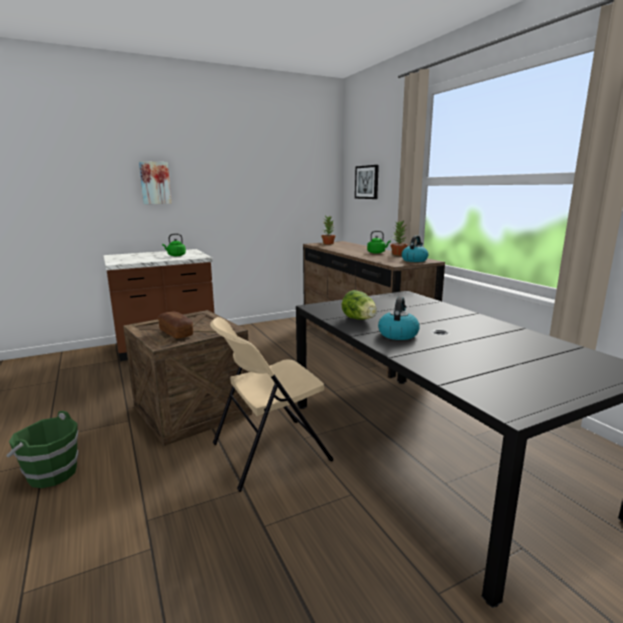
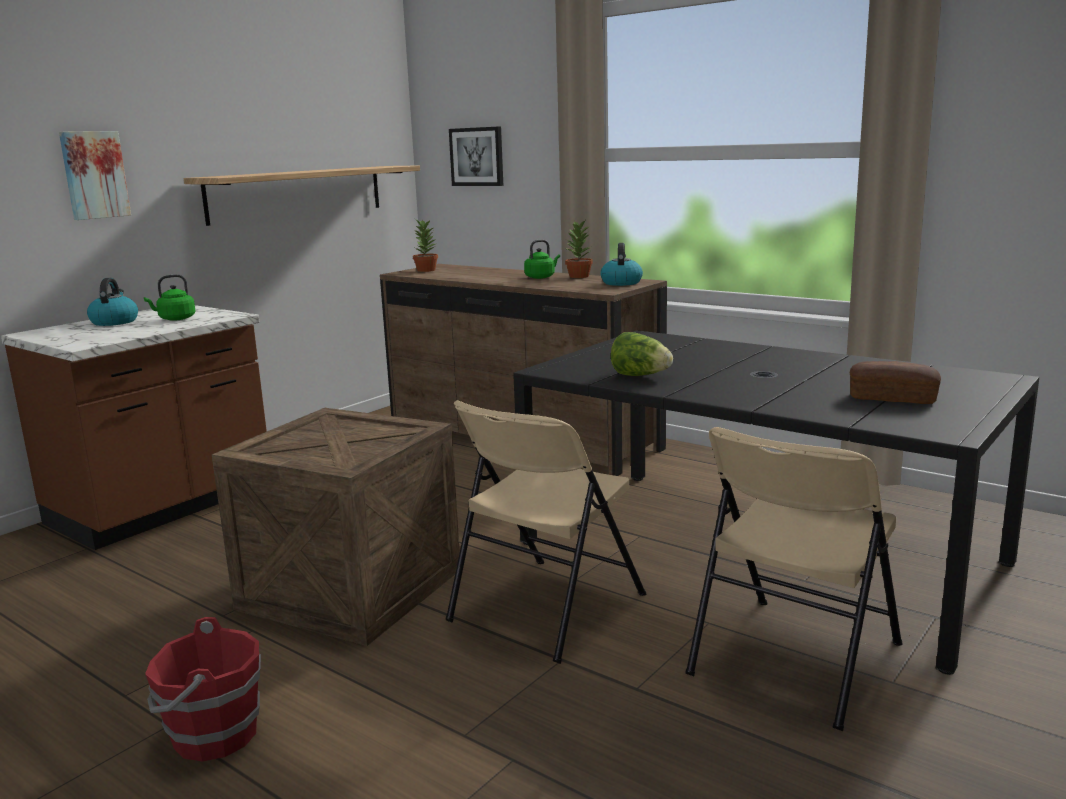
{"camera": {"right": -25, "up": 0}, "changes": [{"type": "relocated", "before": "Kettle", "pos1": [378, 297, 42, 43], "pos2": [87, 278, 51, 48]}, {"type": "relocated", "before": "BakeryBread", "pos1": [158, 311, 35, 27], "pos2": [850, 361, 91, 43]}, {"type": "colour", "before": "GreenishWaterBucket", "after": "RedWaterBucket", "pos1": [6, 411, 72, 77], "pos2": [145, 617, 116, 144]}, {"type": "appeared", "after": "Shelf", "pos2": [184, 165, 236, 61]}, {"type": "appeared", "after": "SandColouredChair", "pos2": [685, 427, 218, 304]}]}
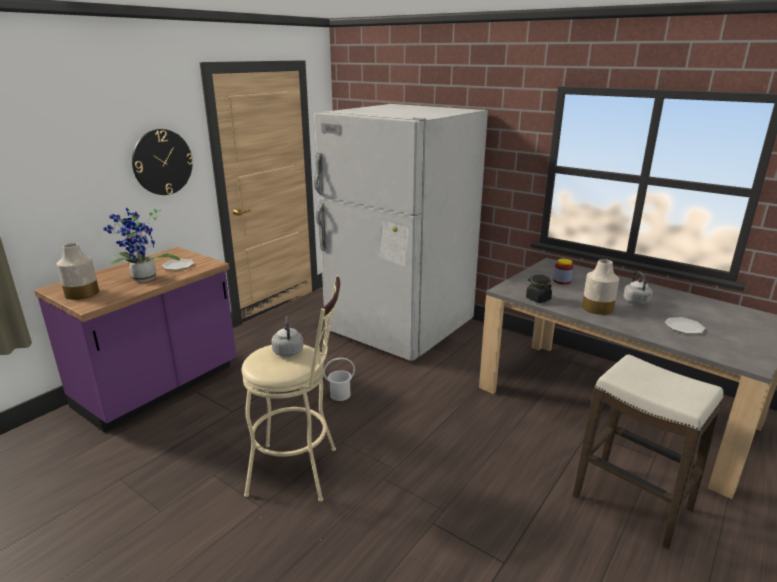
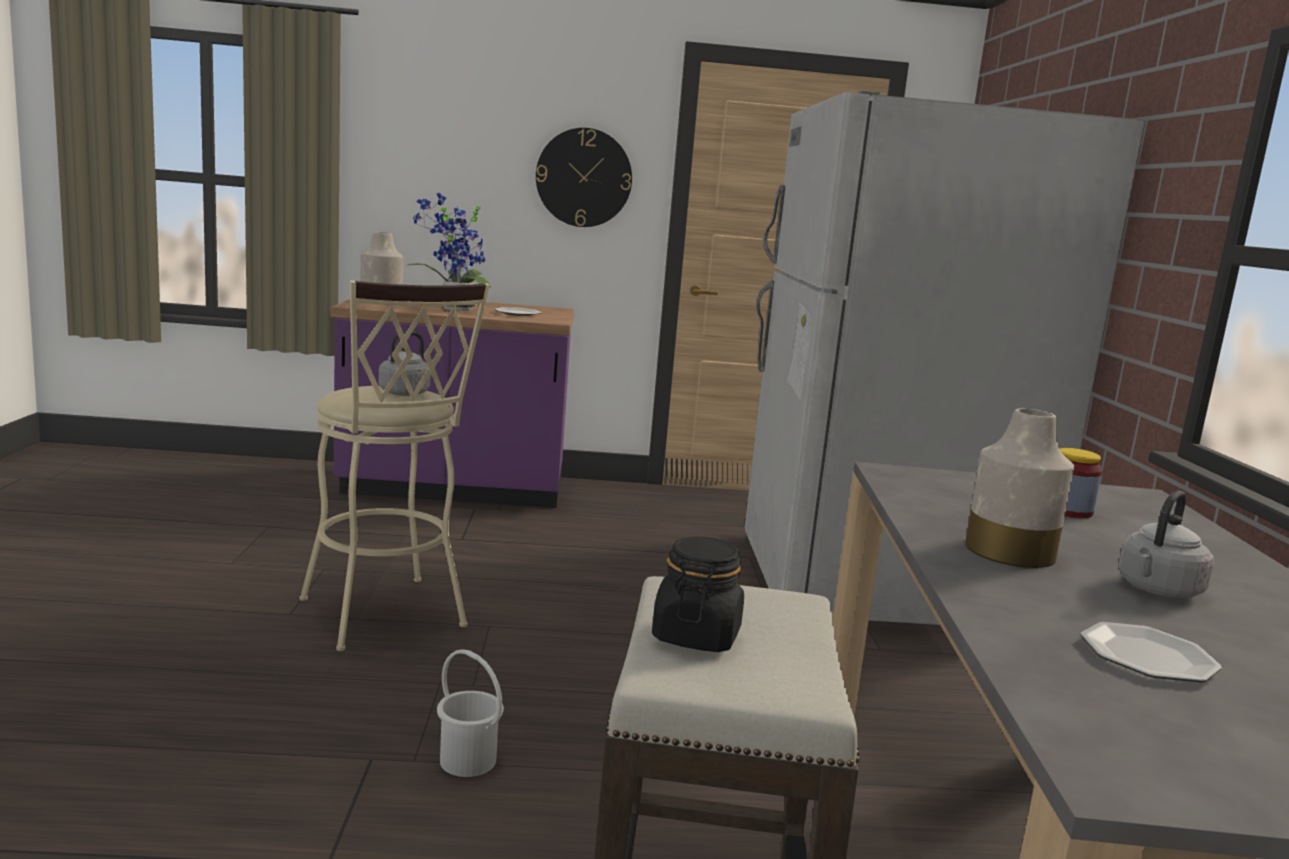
{"camera": {"right": 50, "up": -10}, "changes": [{"type": "relocated", "before": "BlackPreserveJar", "pos1": [526, 275, 26, 28], "pos2": [652, 536, 92, 116]}, {"type": "relocated", "before": "WhitishWaterBucket", "pos1": [324, 358, 31, 43], "pos2": [437, 649, 67, 128]}]}
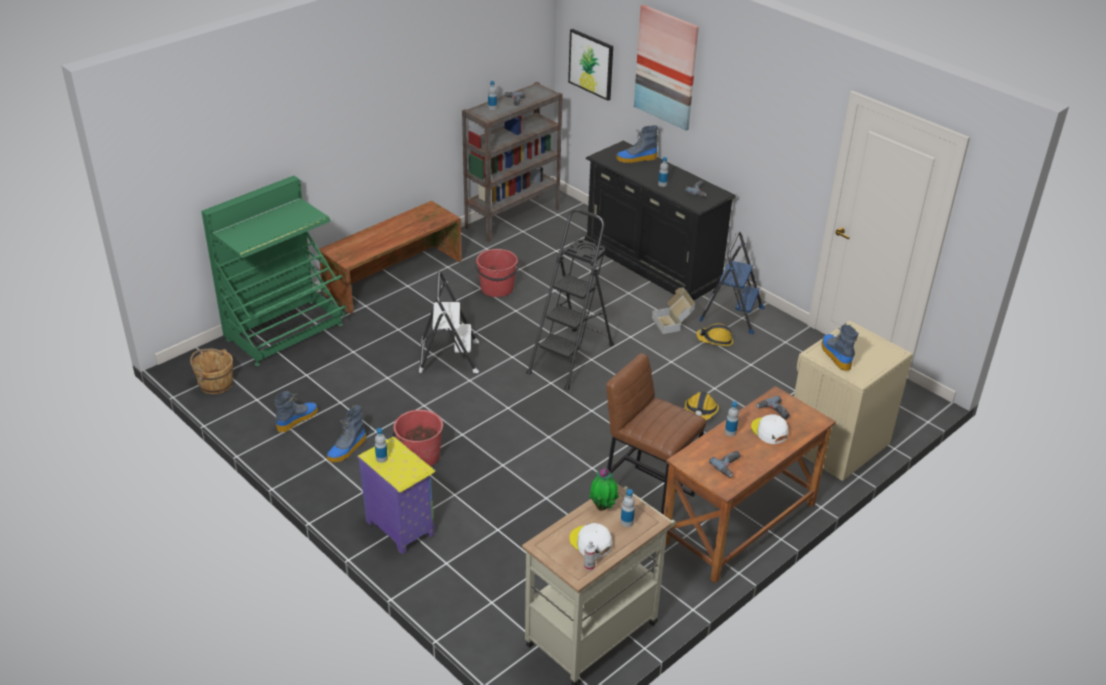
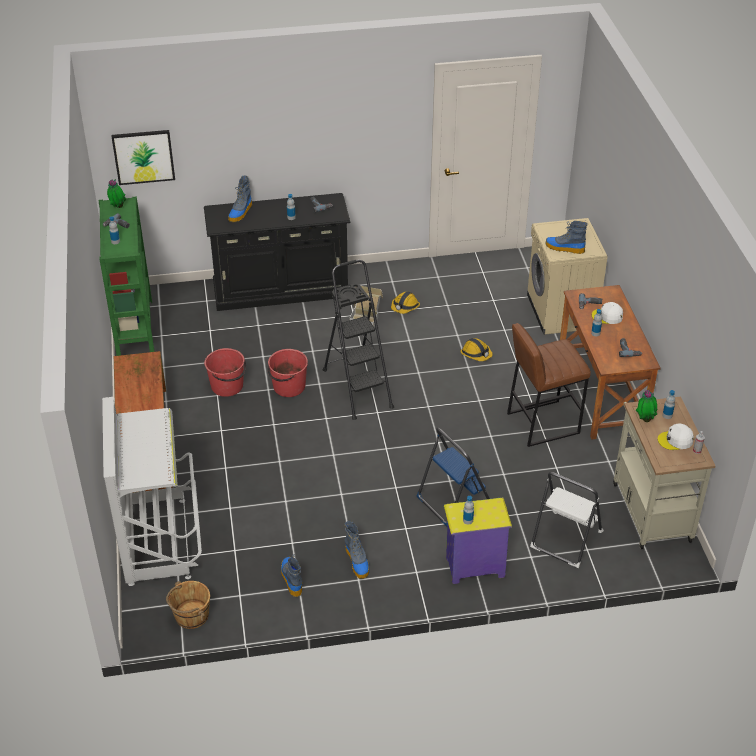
{"camera": {"right": -55, "up": 5}, "changes": [{"type": "missing", "before": "Picture", "pos1": [634, 5, 65, 126]}, {"type": "colour", "before": "GreyishBookcase", "after": "GreenishBookcase", "pos1": [462, 82, 101, 160], "pos2": [99, 196, 56, 160]}, {"type": "colour", "before": "GreenishShoeRack", "after": "WhitishShoeRack", "pos1": [201, 176, 145, 190], "pos2": [102, 397, 100, 189]}, {"type": "relocated", "before": "BlueColouredStepladder", "pos1": [699, 232, 66, 102], "pos2": [417, 428, 73, 98]}, {"type": "relocated", "before": "WhitishStepladder", "pos1": [419, 271, 60, 102], "pos2": [530, 472, 74, 96]}, {"type": "relocated", "before": "RedWaterBucket", "pos1": [392, 410, 51, 56], "pos2": [268, 349, 40, 48]}, {"type": "appeared", "after": "PottedPlant", "pos2": [107, 179, 19, 29]}]}
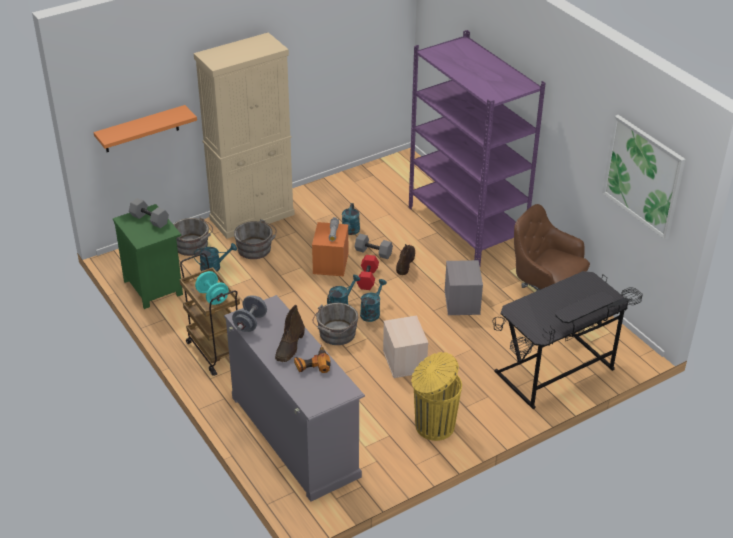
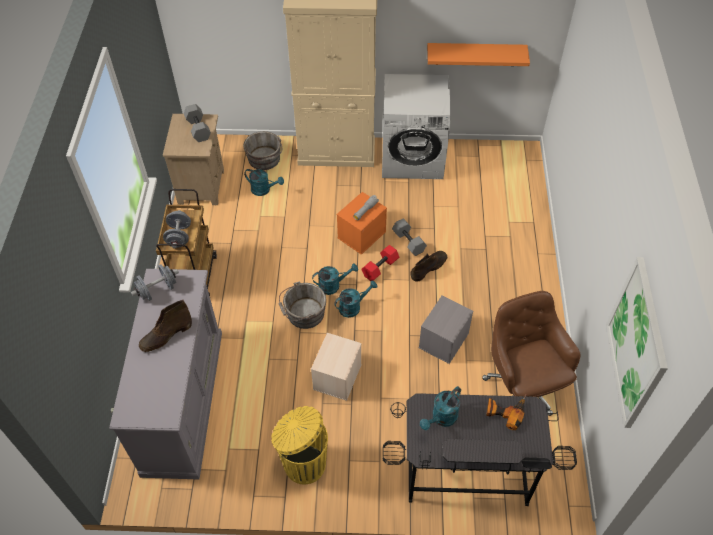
{"camera": {"right": 35, "up": 15}, "changes": [{"type": "missing", "before": "PurplishBookcase", "pos1": [409, 30, 137, 235]}, {"type": "relocated", "before": "OrangeColouredShelf", "pos1": [93, 105, 104, 47], "pos2": [427, 43, 103, 23]}, {"type": "relocated", "before": "TurquoiseWateringCan", "pos1": [342, 203, 18, 32], "pos2": [420, 386, 41, 44]}, {"type": "colour", "before": "GreenishNightstand", "after": "SandColouredNightstand", "pos1": [113, 204, 70, 105], "pos2": [163, 114, 61, 91]}, {"type": "missing", "before": "GreyishWaterBucket", "pos1": [234, 219, 43, 40]}, {"type": "colour", "before": "TurquoiseDumbbell", "after": "GreyishDumbbell", "pos1": [195, 271, 34, 34], "pos2": [163, 210, 28, 39]}, {"type": "relocated", "before": "ElectricDrill", "pos1": [294, 343, 37, 30], "pos2": [486, 394, 40, 36]}, {"type": "appeared", "after": "WhitishLaundryMachine", "pos2": [382, 74, 69, 105]}]}
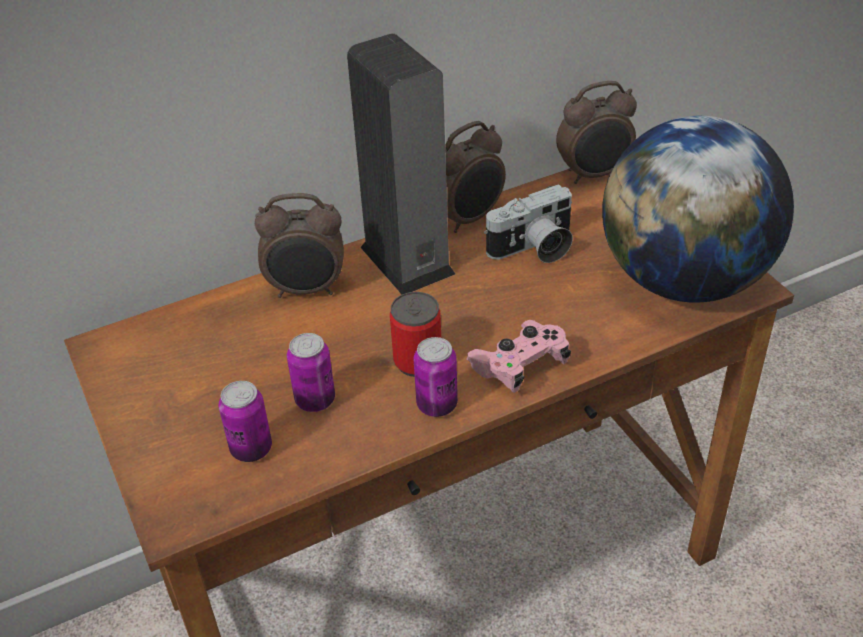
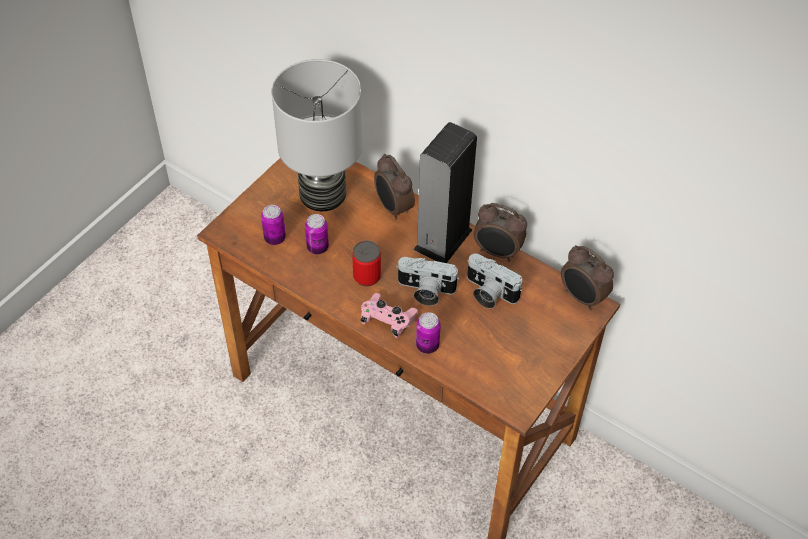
{"camera": {"right": 60, "up": 10}, "changes": [{"type": "missing", "before": "WorldGlobe", "pos1": [602, 116, 192, 187]}, {"type": "relocated", "before": "Can", "pos1": [413, 337, 45, 80], "pos2": [416, 312, 25, 42]}, {"type": "appeared", "after": "GreyishTabletopLamp", "pos2": [271, 59, 92, 152]}, {"type": "appeared", "after": "PhotoCamera", "pos2": [396, 257, 64, 49]}]}
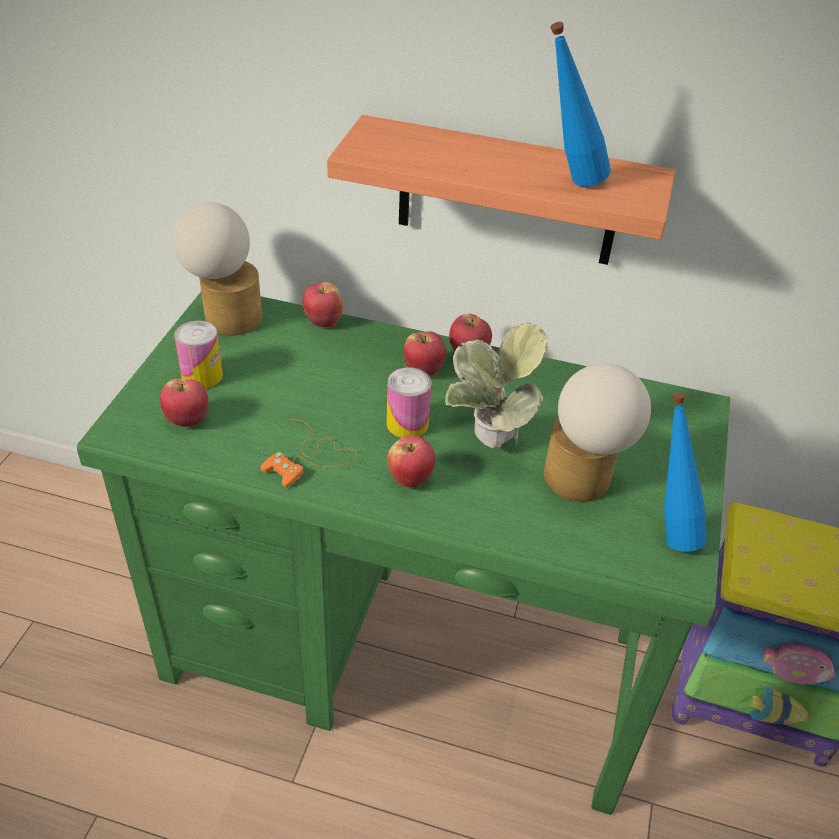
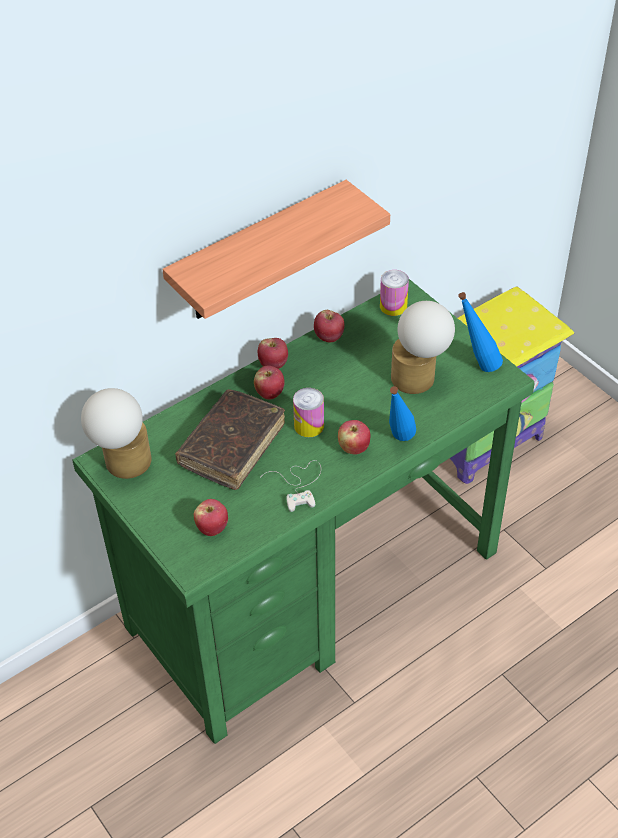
{"camera": {"right": -50, "up": 5}, "changes": [{"type": "relocated", "before": "BlueColouredDrinkBottle", "pos1": [550, 22, 61, 165], "pos2": [389, 386, 27, 55]}, {"type": "relocated", "before": "WholeApple", "pos1": [303, 282, 40, 46], "pos2": [314, 310, 31, 33]}, {"type": "relocated", "before": "Can", "pos1": [174, 321, 49, 68], "pos2": [380, 270, 29, 46]}, {"type": "missing", "before": "PottedPlant", "pos1": [445, 323, 103, 125]}, {"type": "colour", "before": "OrangeColouredGamepad", "after": "WhitishGamepad", "pos1": [260, 419, 97, 68], "pos2": [263, 460, 58, 52]}, {"type": "appeared", "after": "BrownishVolume", "pos2": [175, 389, 110, 101]}]}
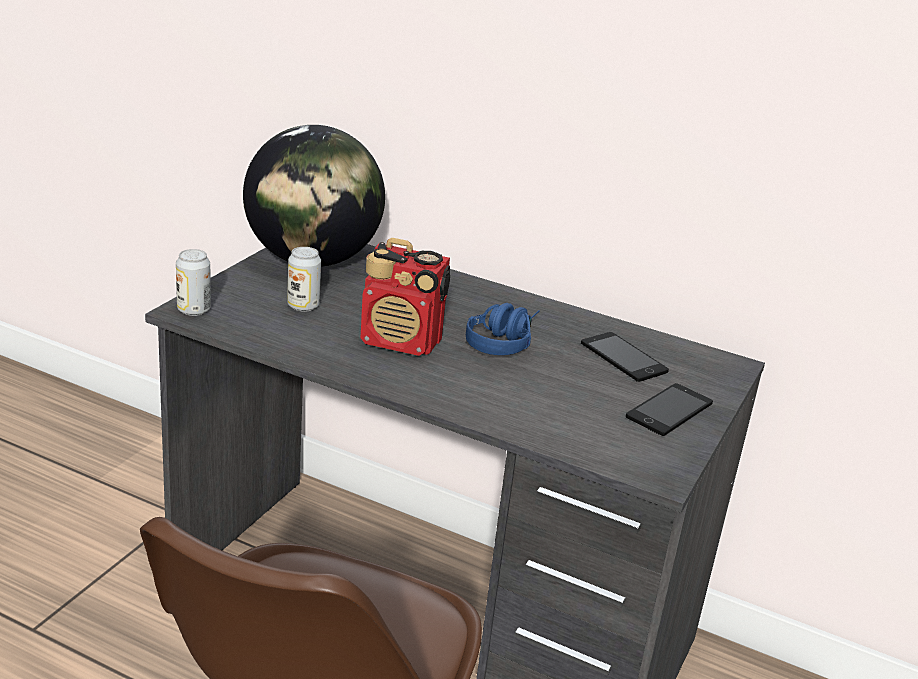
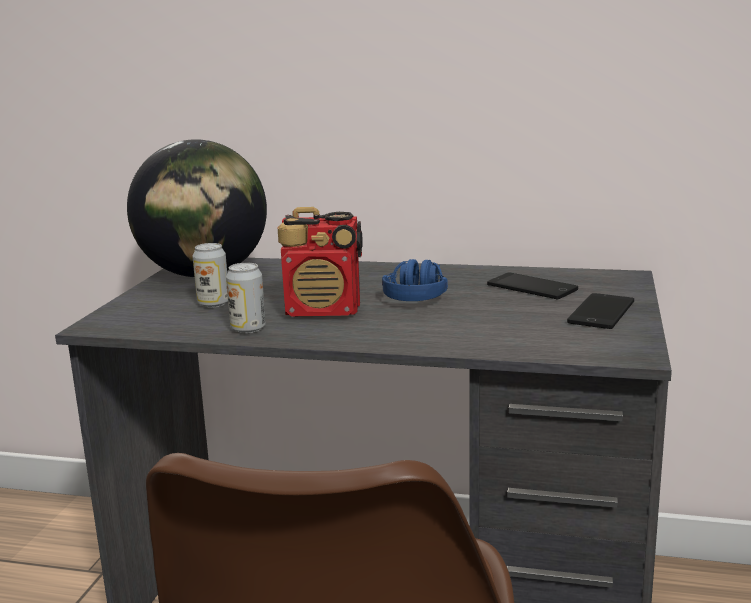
{"camera": {"right": -10, "up": -10}, "changes": [{"type": "relocated", "before": "Can", "pos1": [176, 249, 35, 67], "pos2": [226, 263, 40, 70]}]}
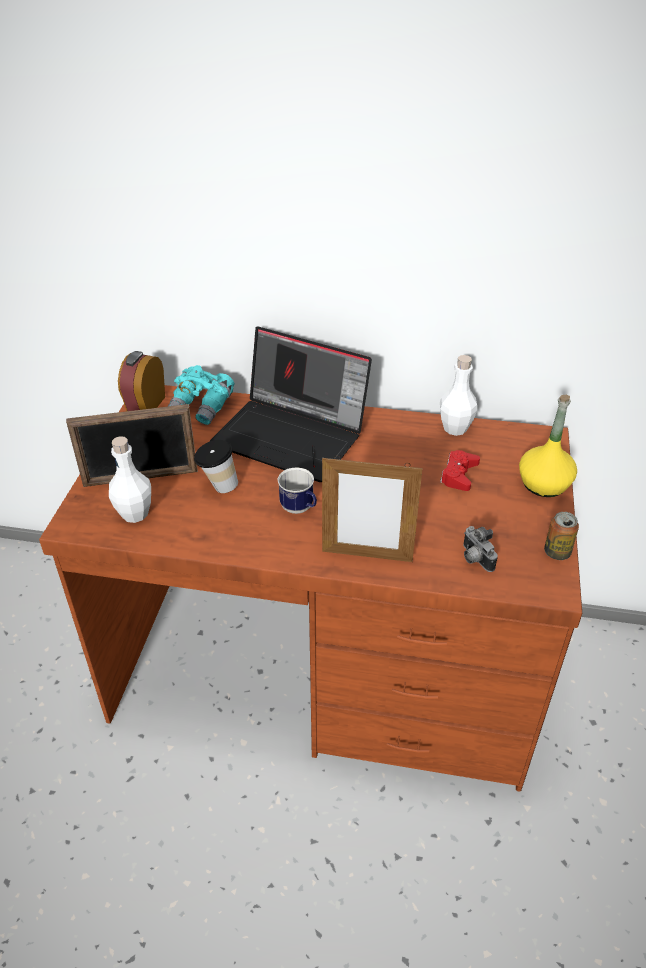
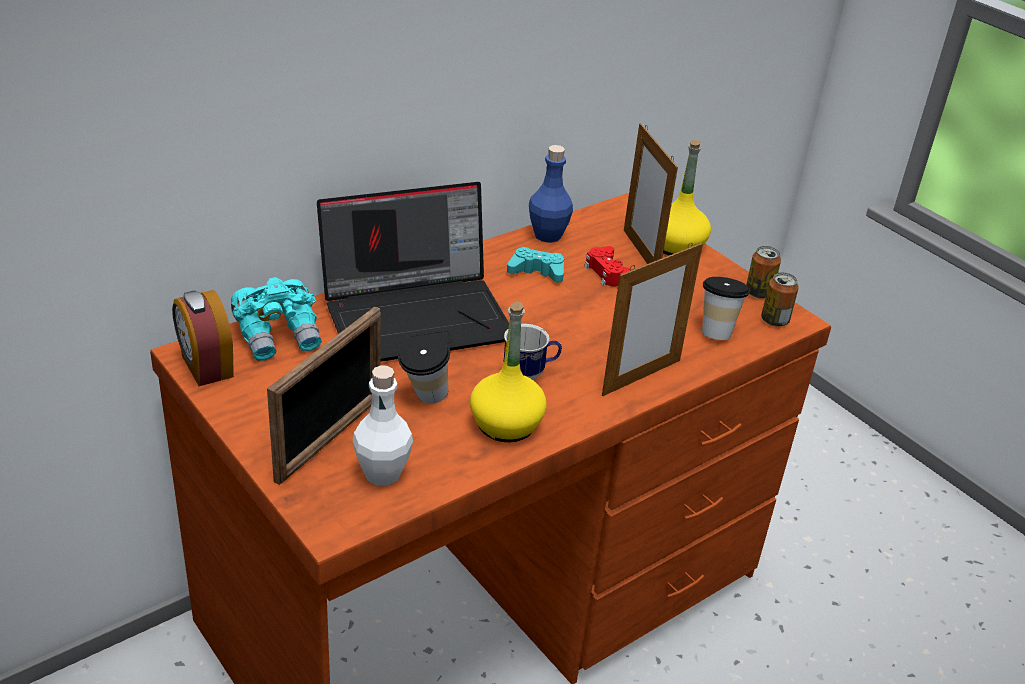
{"camera": {"right": -50, "up": -5}, "changes": [{"type": "colour", "before": "WhitishDrinkBottle", "after": "BlueColouredDrinkBottle", "pos1": [440, 355, 37, 81], "pos2": [529, 145, 44, 98]}, {"type": "exchanged", "before": "PhotoCamera", "after": "SmallCup", "pos1": [463, 526, 35, 46], "pos2": [702, 277, 48, 63]}, {"type": "appeared", "after": "PictureFrame", "pos2": [624, 123, 54, 141]}, {"type": "appeared", "after": "TurquoiseGamepad", "pos2": [507, 247, 57, 36]}, {"type": "appeared", "after": "Can", "pos2": [761, 272, 38, 55]}, {"type": "appeared", "after": "YellowDrinkBottle", "pos2": [470, 301, 77, 141]}]}
